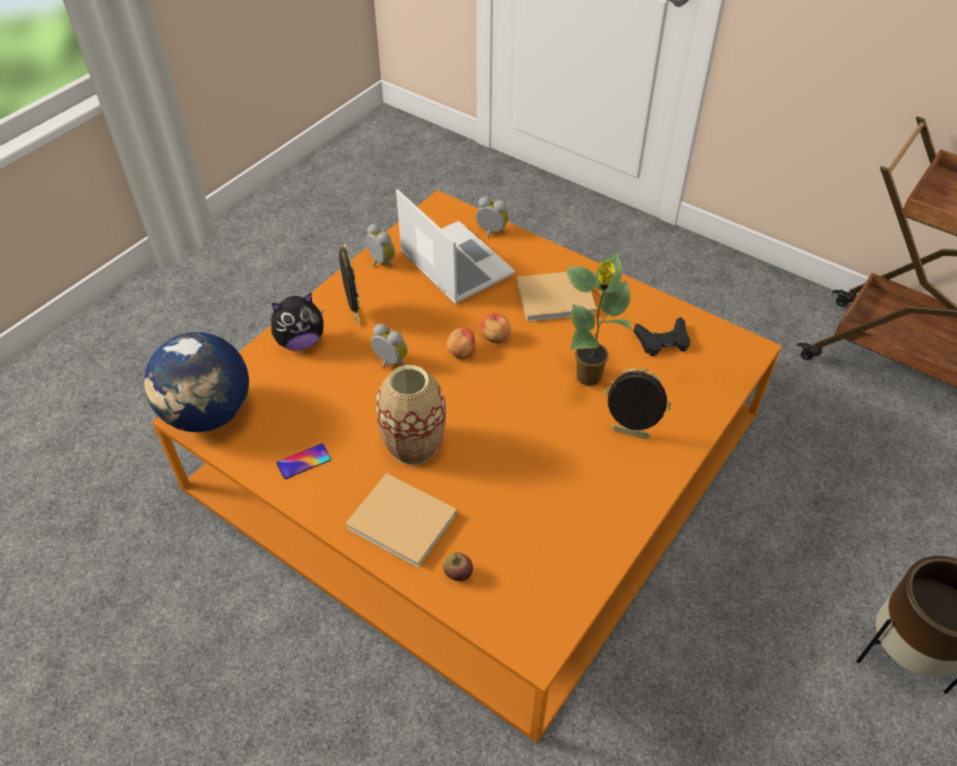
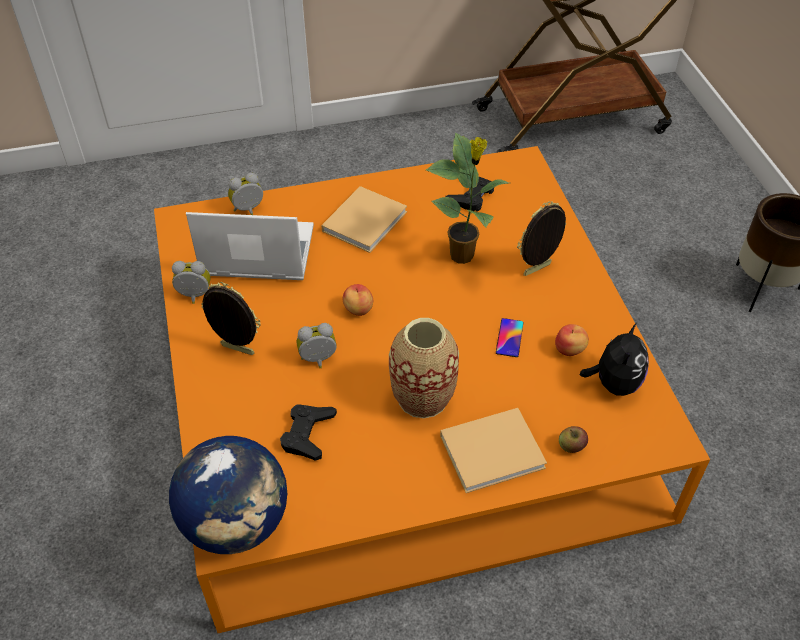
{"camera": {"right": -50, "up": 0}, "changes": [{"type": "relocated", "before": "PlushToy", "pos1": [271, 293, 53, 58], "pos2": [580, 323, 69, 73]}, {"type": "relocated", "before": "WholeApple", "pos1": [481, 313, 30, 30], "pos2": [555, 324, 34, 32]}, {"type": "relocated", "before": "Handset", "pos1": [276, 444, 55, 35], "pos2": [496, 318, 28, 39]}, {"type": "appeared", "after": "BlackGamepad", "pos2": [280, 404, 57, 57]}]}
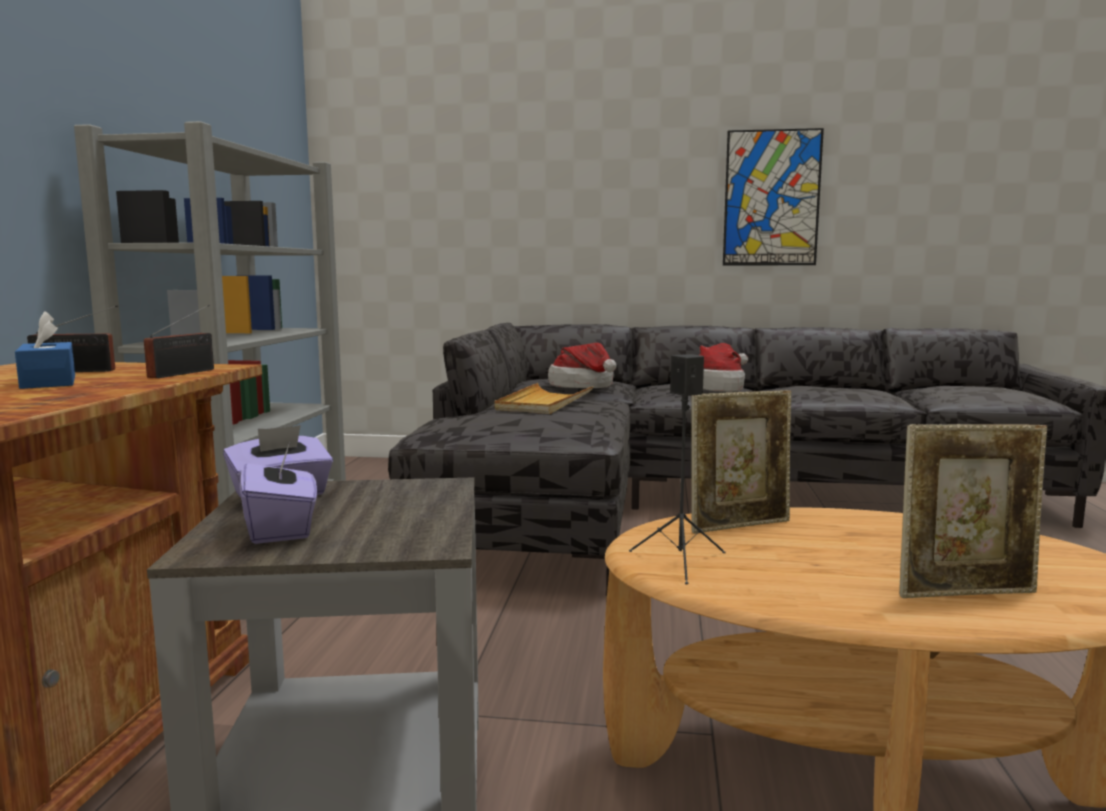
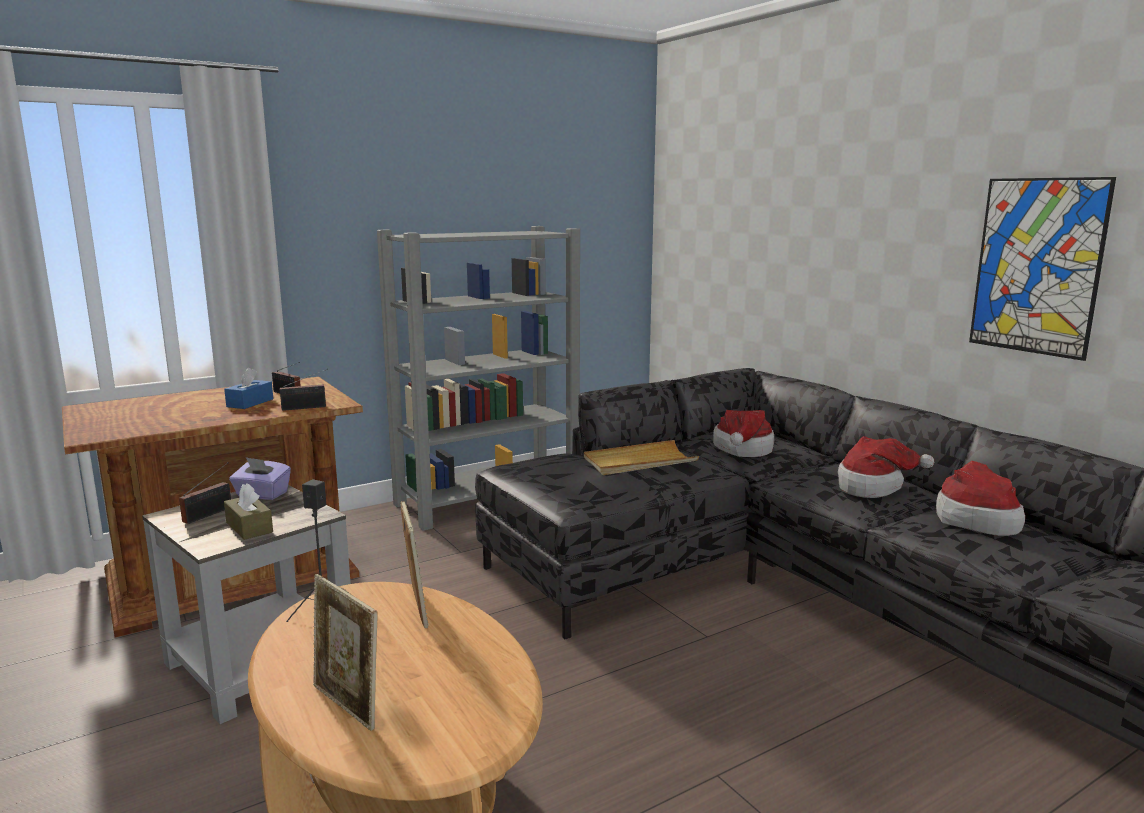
{"camera": {"right": 50, "up": 5}, "changes": [{"type": "spun", "before": "PictureFrame", "pos1": [691, 390, 100, 144], "pos2": [401, 501, 28, 127], "turn": -135}, {"type": "exchanged", "before": "PurplishBoxOfTissues", "after": "RadioSet", "pos1": [240, 443, 77, 101], "pos2": [179, 462, 52, 62]}, {"type": "appeared", "after": "ClothingHat", "pos2": [936, 461, 89, 75]}, {"type": "appeared", "after": "BrownishBoxOfTissues", "pos2": [224, 483, 49, 57]}]}
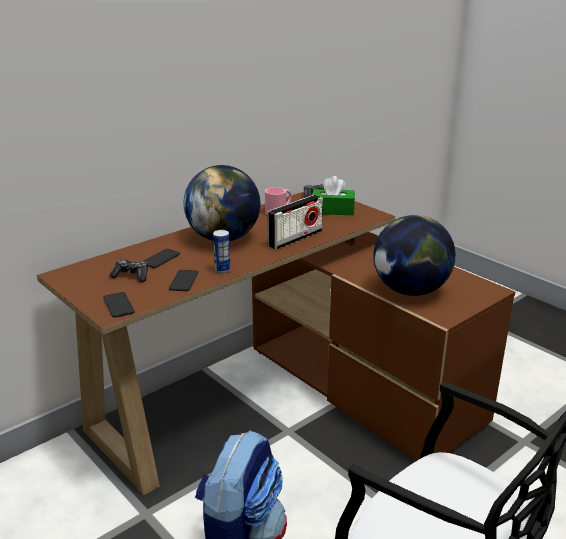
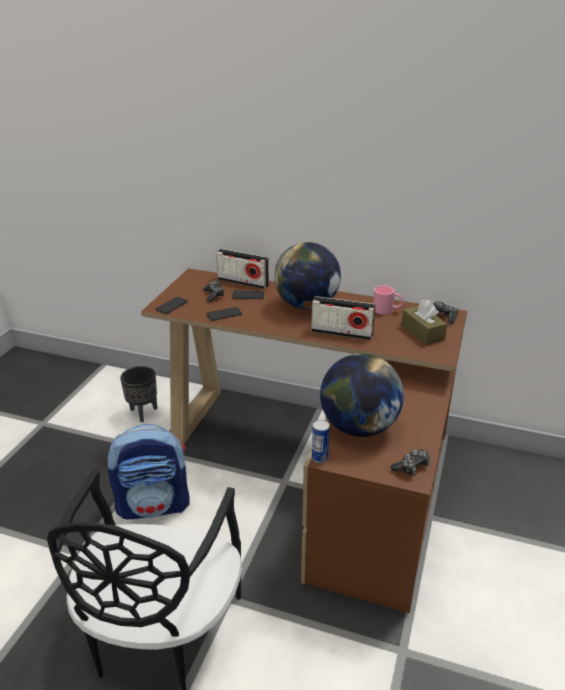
{"camera": {"right": 60, "up": 5}, "changes": [{"type": "colour", "before": "GreenishBoxOfTissues", "after": "BrownishBoxOfTissues", "pos1": [312, 176, 43, 39], "pos2": [401, 299, 46, 46]}, {"type": "relocated", "before": "Can", "pos1": [213, 230, 17, 44], "pos2": [312, 420, 18, 43]}, {"type": "appeared", "after": "RadioSet", "pos2": [216, 249, 53, 40]}, {"type": "appeared", "after": "BlackFlowerPot", "pos2": [120, 366, 37, 56]}, {"type": "appeared", "after": "Gamepad", "pos2": [391, 449, 40, 27]}]}
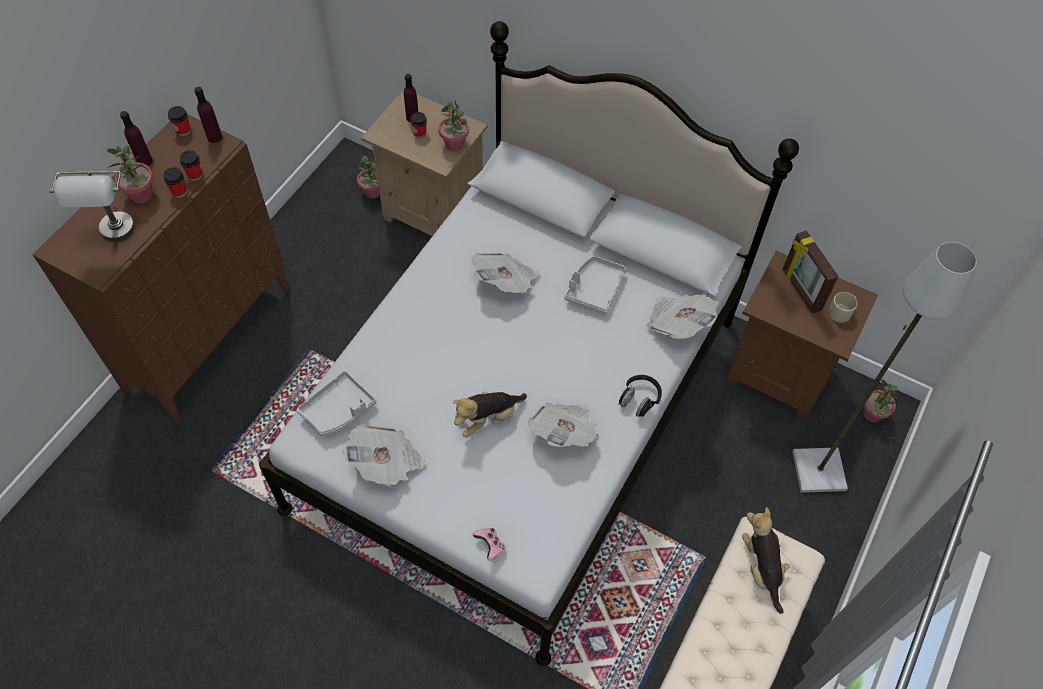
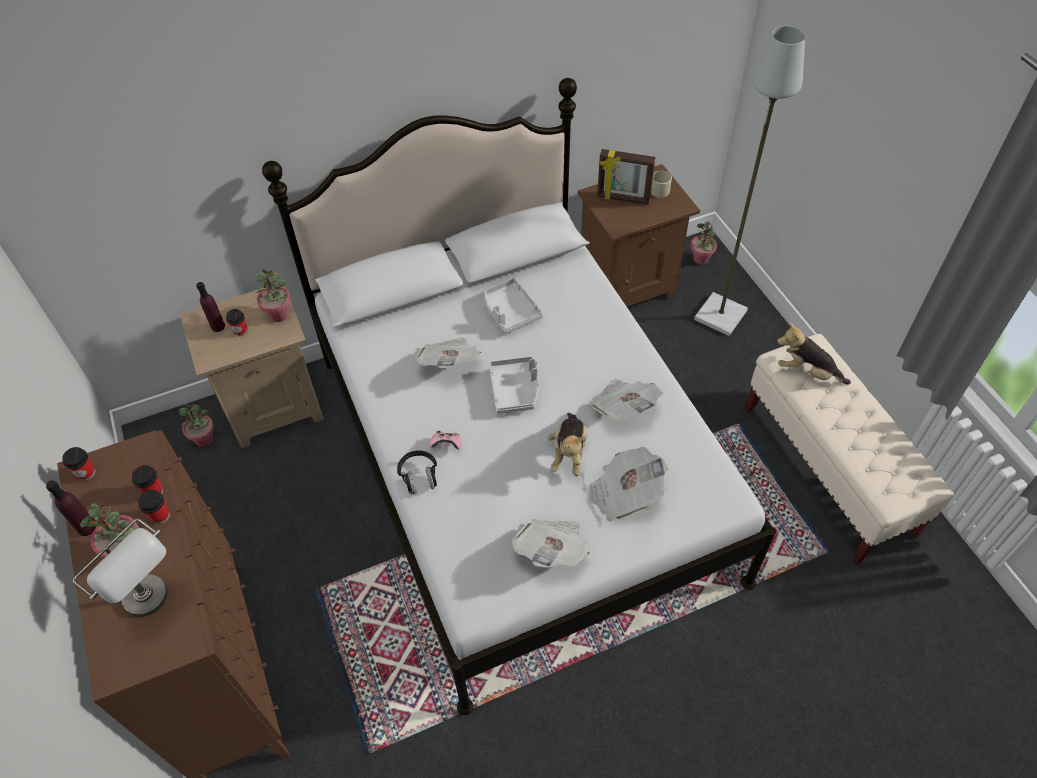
{"camera": {"right": -50, "up": -5}, "changes": [{"type": "missing", "before": "PurplishDrinkBottle", "pos1": [194, 87, 28, 56]}, {"type": "relocated", "before": "PrintedPaper", "pos1": [647, 294, 71, 45], "pos2": [586, 447, 82, 74]}, {"type": "relocated", "before": "GreyishTray", "pos1": [296, 371, 80, 65], "pos2": [489, 356, 50, 58]}, {"type": "relocated", "before": "BlackPairOfHeadphones", "pos1": [618, 375, 44, 42], "pos2": [397, 450, 40, 44]}, {"type": "relocated", "before": "PinkColouredGamepad", "pos1": [473, 528, 33, 33], "pos2": [430, 431, 32, 19]}]}
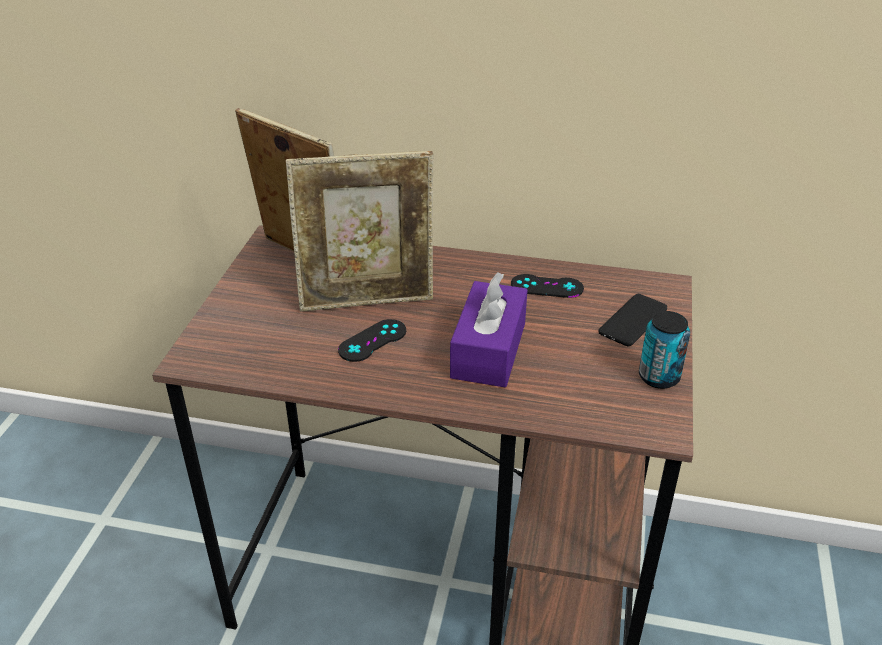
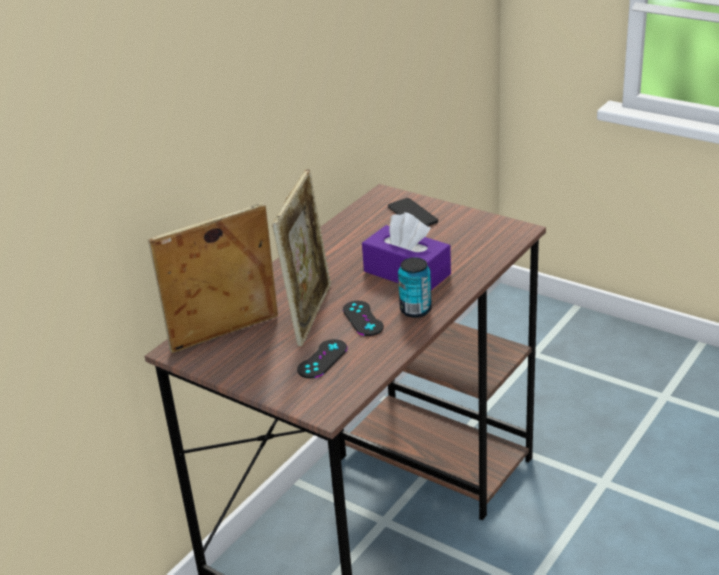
{"camera": {"right": -65, "up": -5}, "changes": [{"type": "relocated", "before": "BlackGamepad", "pos1": [511, 274, 73, 24], "pos2": [297, 339, 50, 40]}, {"type": "relocated", "before": "Can", "pos1": [639, 311, 51, 78], "pos2": [398, 257, 34, 61]}]}
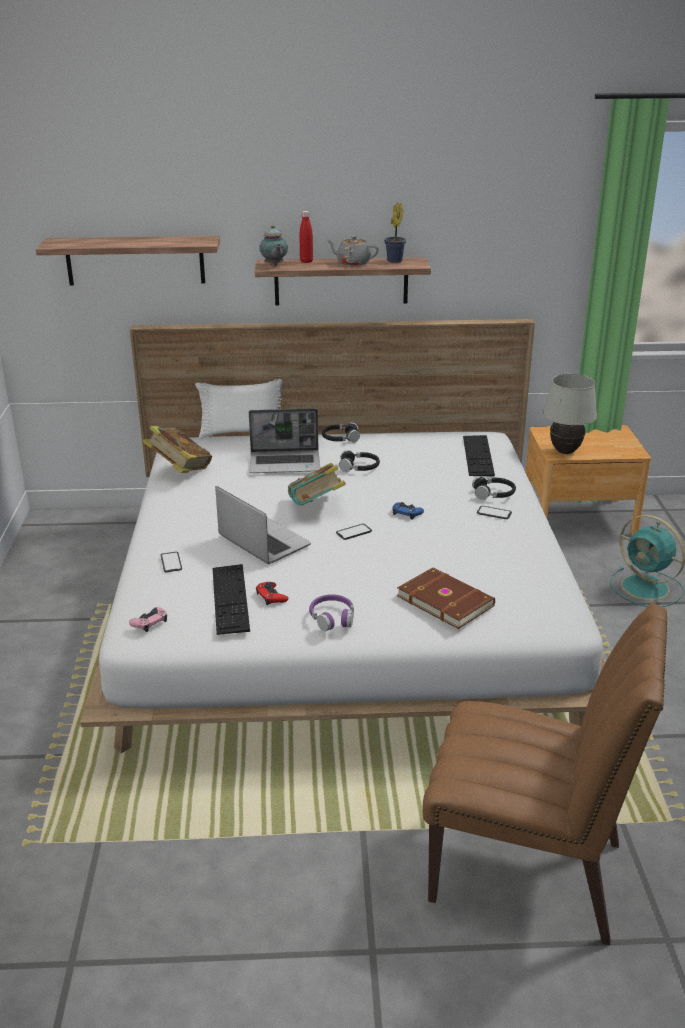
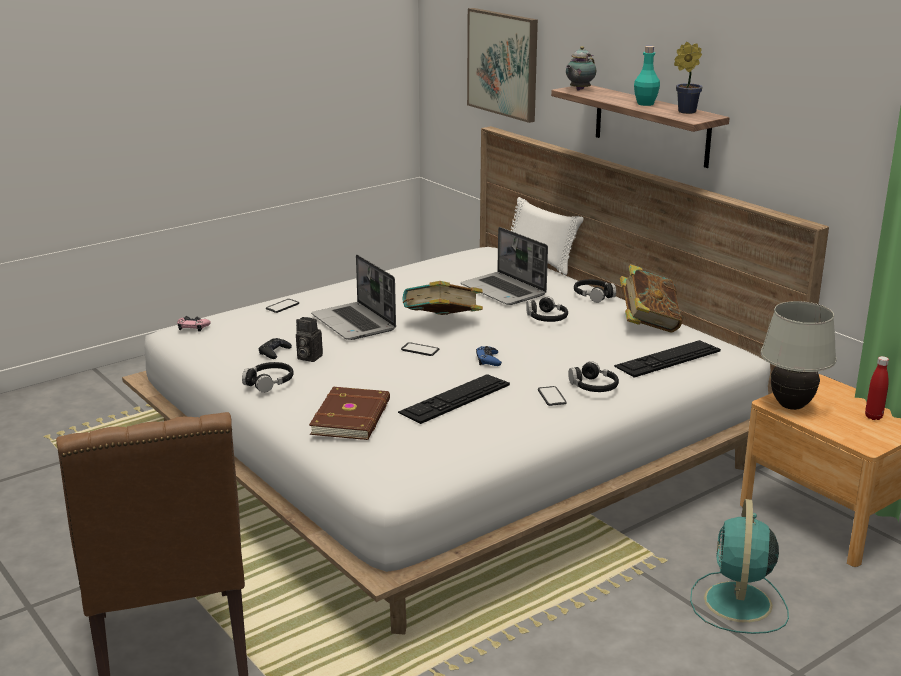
{"camera": {"right": 55, "up": -5}, "changes": [{"type": "relocated", "before": "RedDrinkBottle", "pos1": [300, 211, 13, 52], "pos2": [865, 356, 24, 64]}, {"type": "exchanged", "before": "Shelf", "after": "Picture", "pos1": [35, 236, 185, 49], "pos2": [467, 8, 71, 115]}, {"type": "exchanged", "before": "GreyishPotForTea", "after": "TurquoiseDrinkBottle", "pos1": [326, 236, 53, 30], "pos2": [634, 46, 26, 60]}, {"type": "relocated", "before": "Volume", "pos1": [142, 426, 70, 47], "pos2": [620, 264, 62, 68]}, {"type": "spun", "before": "Laptop", "pos1": [215, 486, 96, 78], "pos2": [311, 255, 85, 85], "turn": 135}, {"type": "relocated", "before": "Keyboard", "pos1": [213, 564, 37, 71], "pos2": [398, 374, 112, 50]}, {"type": "colour", "before": "RedGamepad", "after": "BlackGamepad", "pos1": [256, 582, 33, 23], "pos2": [259, 338, 33, 21]}, {"type": "colour", "before": "PurplishPairOfHeadphones", "after": "BlackPairOfHeadphones", "pos1": [309, 594, 45, 38], "pos2": [242, 362, 52, 31]}, {"type": "appeared", "after": "PhotoCamera", "pos2": [296, 317, 27, 45]}]}
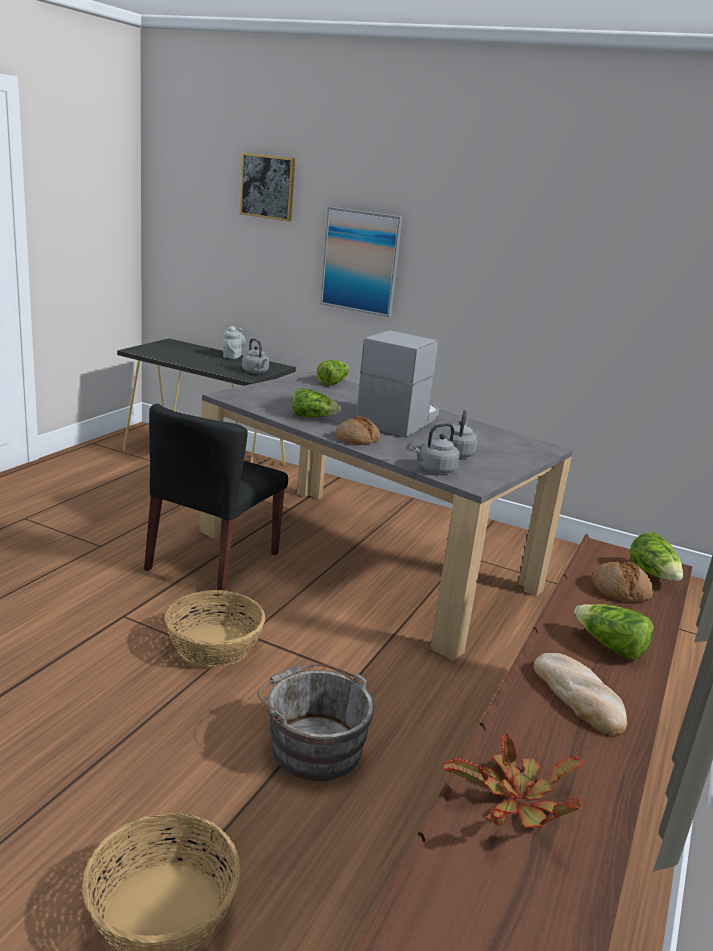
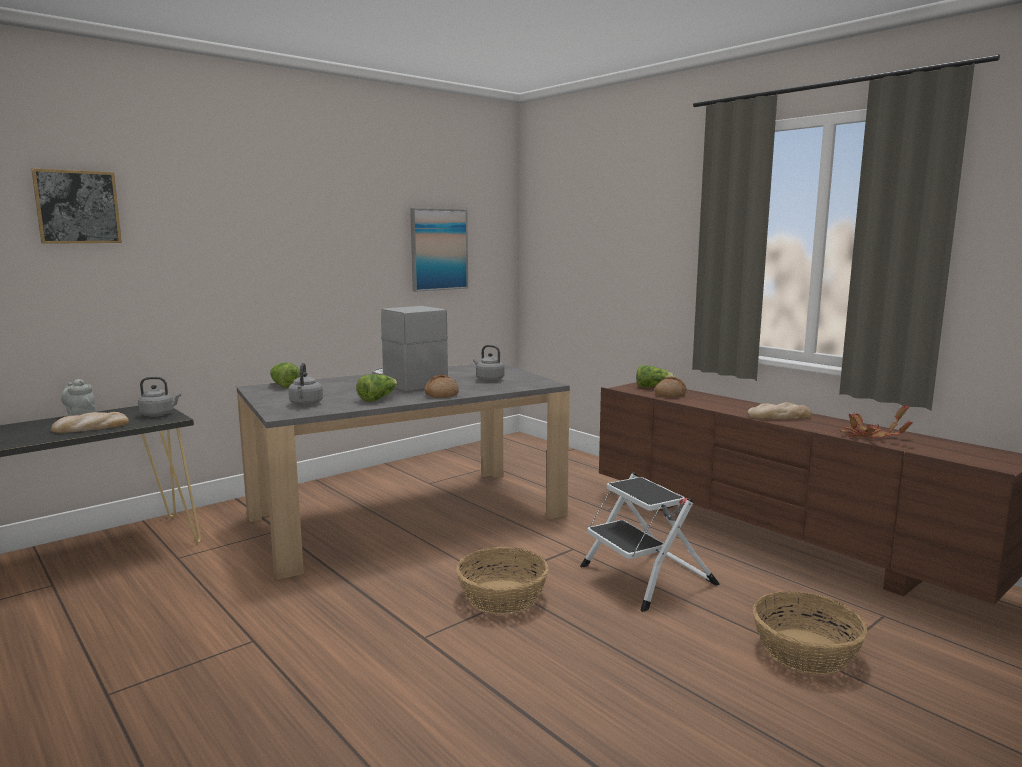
{"camera": {"right": -65, "up": -10}, "changes": [{"type": "relocated", "before": "Picture", "pos1": [320, 207, 83, 110], "pos2": [410, 208, 58, 84]}, {"type": "missing", "before": "BlackChair", "pos1": [144, 404, 144, 191]}, {"type": "relocated", "before": "GreyishKettle", "pos1": [413, 423, 47, 51], "pos2": [288, 363, 35, 43]}, {"type": "missing", "before": "LettuceHead", "pos1": [574, 604, 80, 56]}, {"type": "exchanged", "before": "GreyishWaterBucket", "after": "Stepladder", "pos1": [258, 664, 116, 117], "pos2": [580, 472, 140, 140]}, {"type": "appeared", "after": "BakeryBread", "pos2": [51, 412, 78, 21]}]}
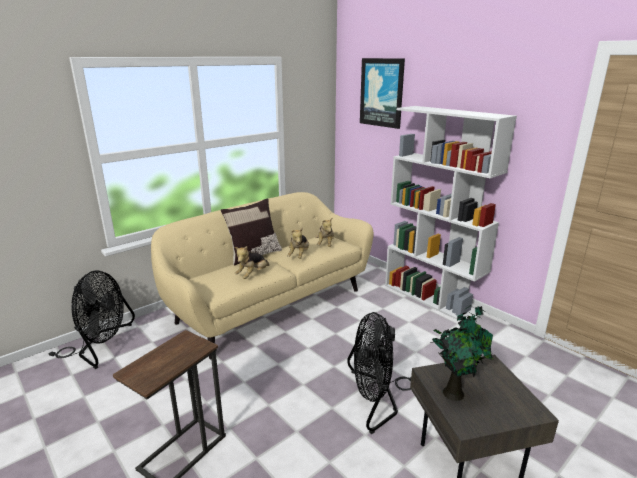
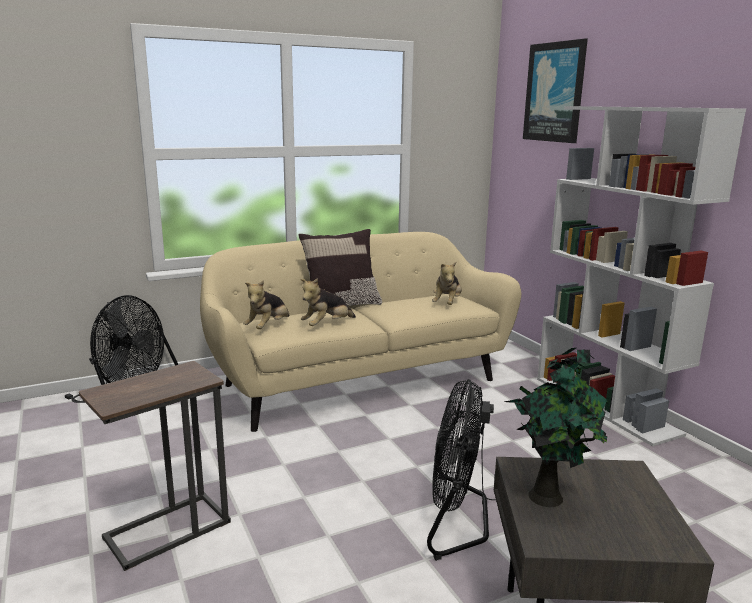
{"camera": {"right": 15, "up": -5}, "changes": [{"type": "relocated", "before": "PlushToy", "pos1": [287, 228, 22, 31], "pos2": [243, 280, 46, 49]}]}
